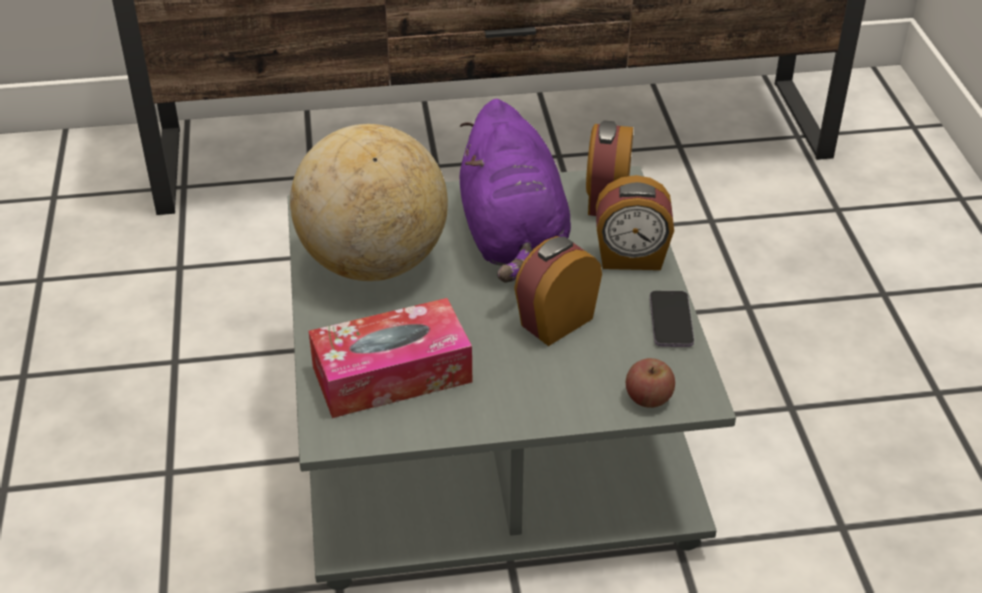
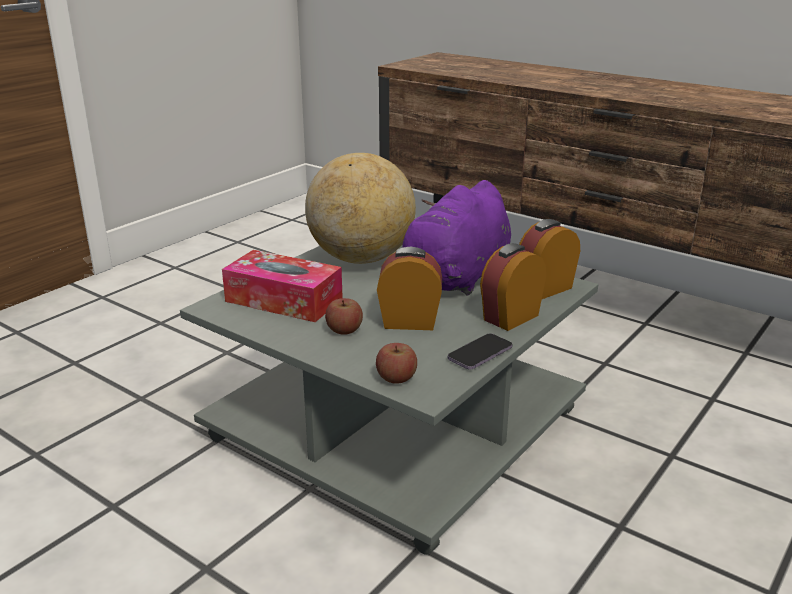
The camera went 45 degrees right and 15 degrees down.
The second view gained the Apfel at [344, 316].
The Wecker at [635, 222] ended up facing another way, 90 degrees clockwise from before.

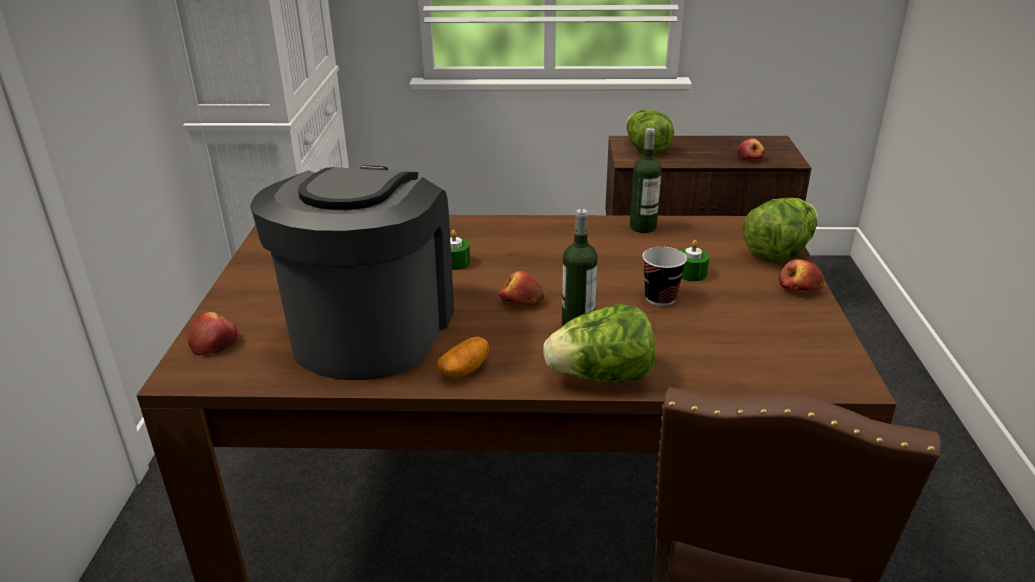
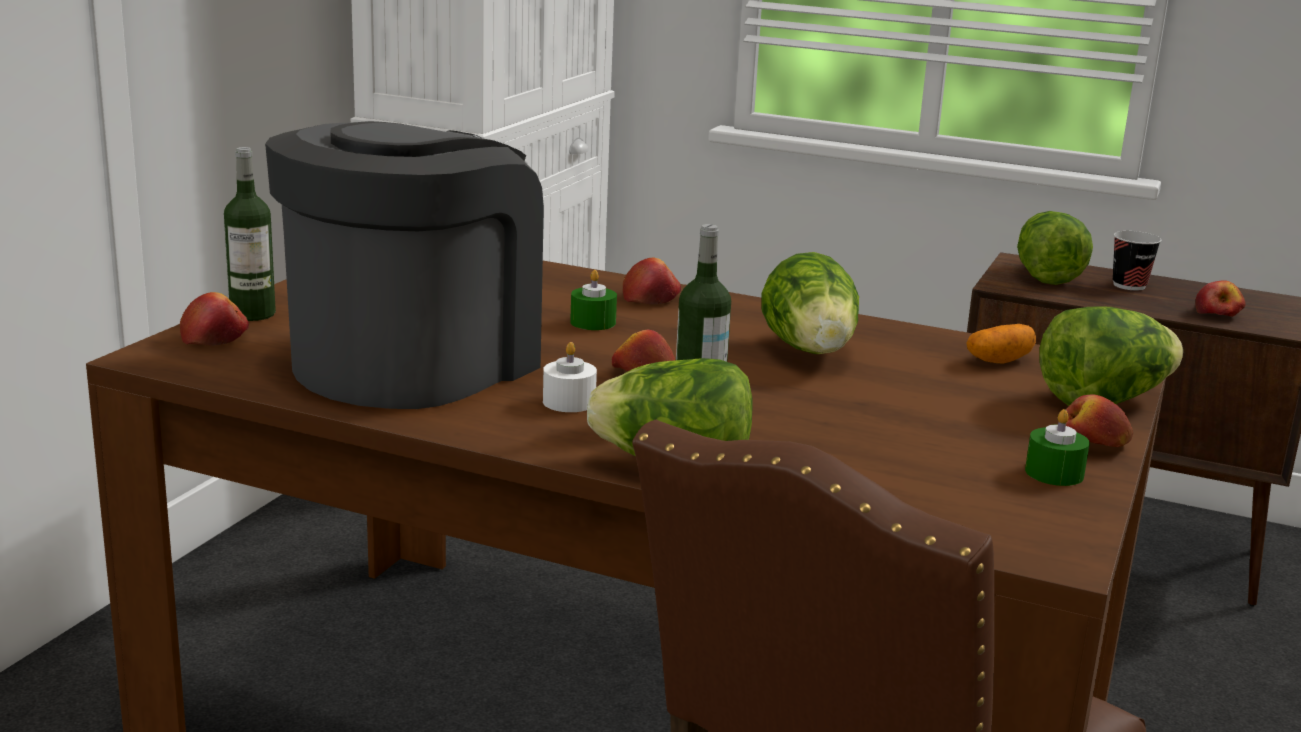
The camera went 20 degrees right and 10 degrees down.
The Flasche ended up elsewhere, having gone from [646, 180] to [250, 234].
The second view gained the Kerze (weiß) at [570, 377].
The second view gained the Apfel at [652, 281].
The second view gained the Salatkopf at [810, 303].
The Kartoffel ended up elsewhere, having gone from [463, 357] to [1001, 343].
The Kerze (grün) ended up elsewhere, having gone from [694, 260] to [1057, 447].
The Tasse ended up elsewhere, having gone from [665, 276] to [1137, 261].

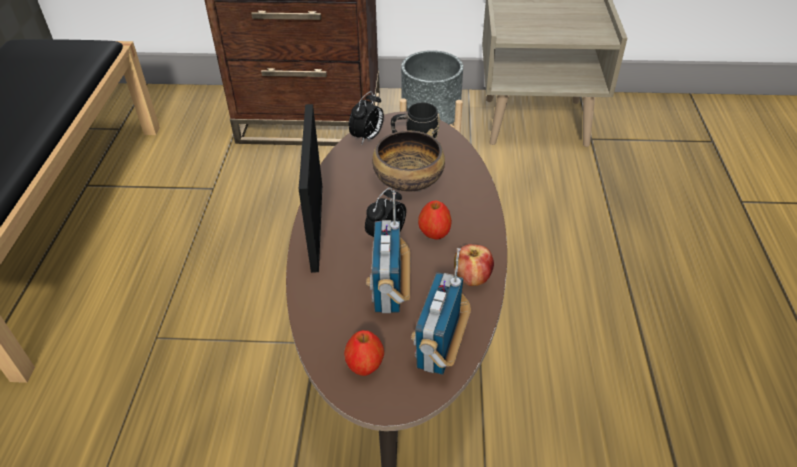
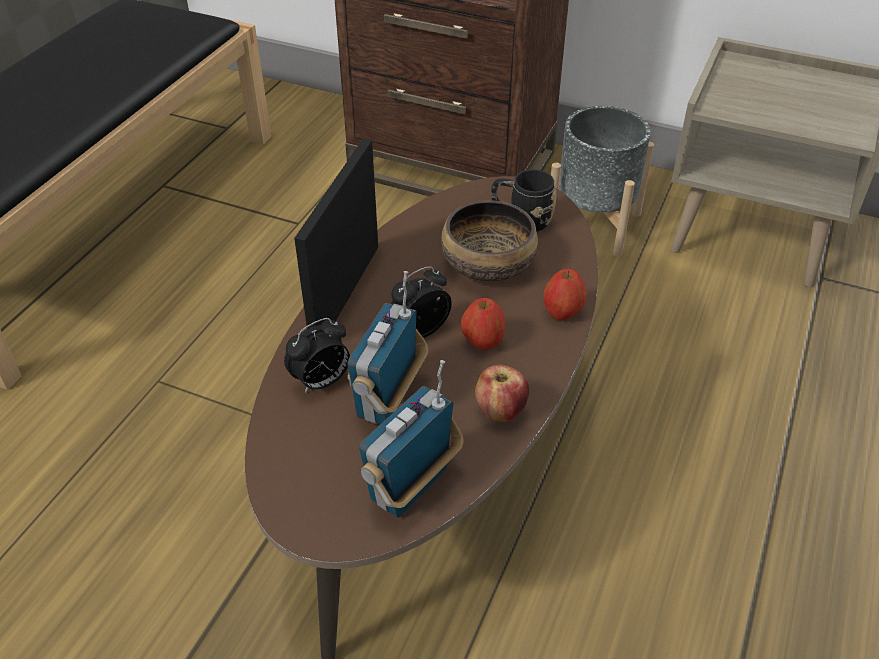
The camera went 20 degrees right and 0 degrees up.
The Wecker ended up elsewhere, having gone from [366, 117] to [317, 355].
The Apfel ended up elsewhere, having gone from [364, 353] to [565, 294].

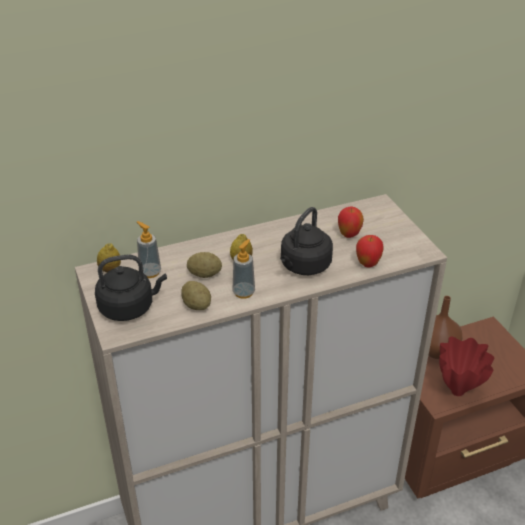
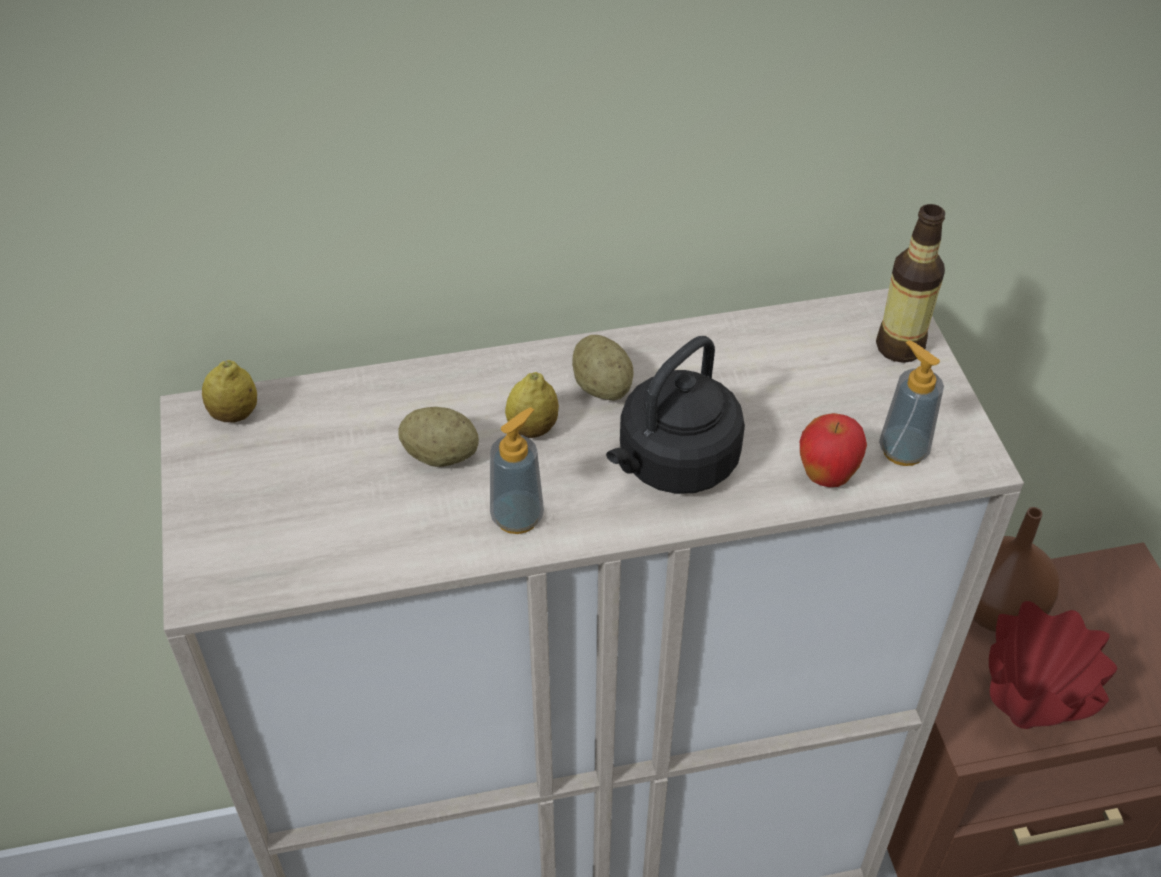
The camera went 10 degrees right and 10 degrees up.
The Kartoffel ended up elsewhere, having gone from [196, 295] to [603, 368].
The second view gained the Flasche at [910, 283].
The Seifenspender ended up elsewhere, having gone from [149, 249] to [911, 403].
The second view lost the Wasserkessel (schwarz) at [131, 287].
The second view lost the Apfel at [351, 222].

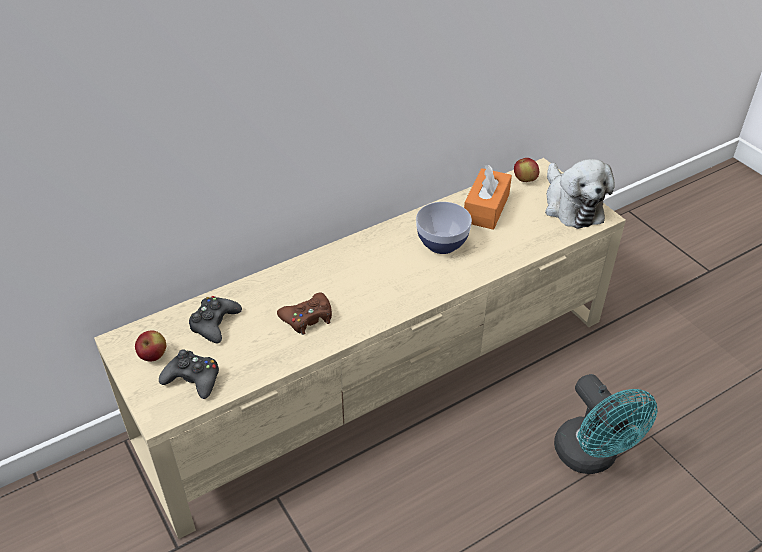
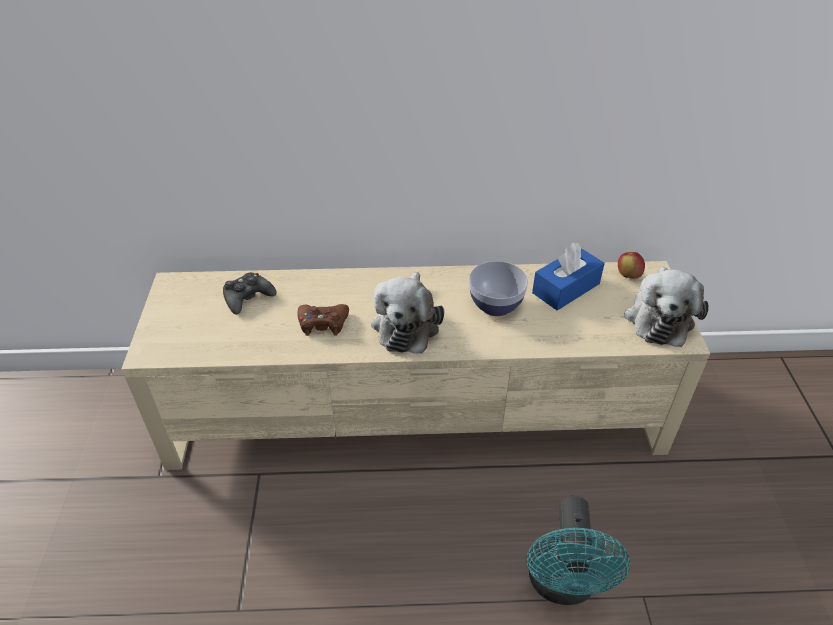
The camera went 30 degrees right and 0 degrees up.
The second view gained the Plüschtier at [407, 313].
What was the Taschentuchbox (orange) at [488, 197] turned into the Taschentuchbox (blau) at [568, 277].
The second view lost the Apfel at [150, 346].
The second view lost the Gamepad (schwarz) at [189, 374].

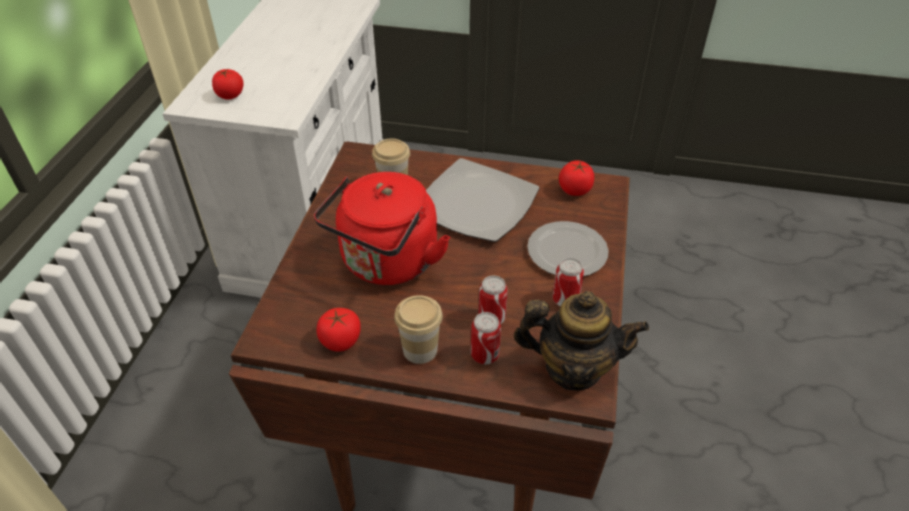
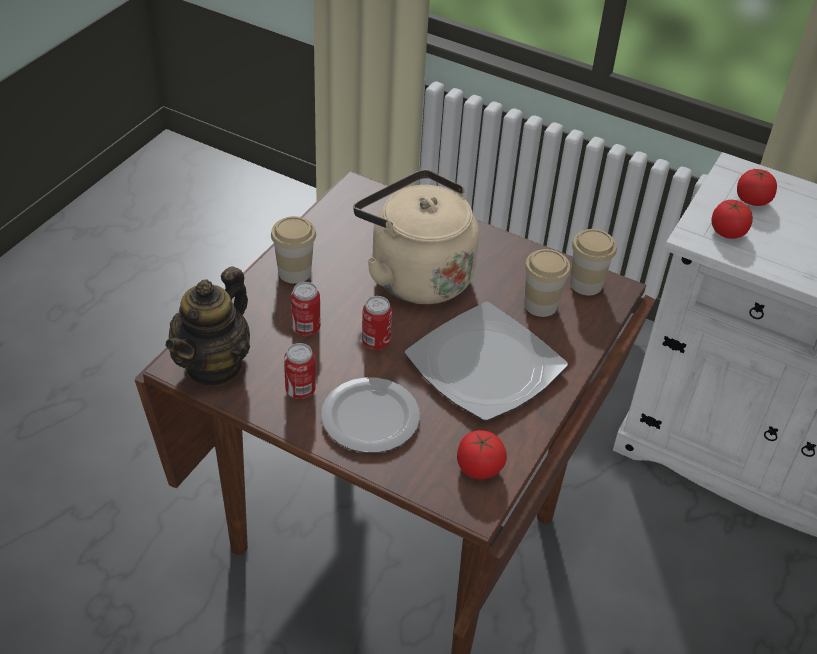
The camera went 105 degrees right and 0 degrees up.
What was the Wasserkessel (rot) at [382, 228] turned into the Wasserkessel (beige) at [416, 237].
The Dose ended up elsewhere, having gone from [486, 338] to [377, 323].
The second view gained the Tasse at [593, 262].
The Tomate ended up elsewhere, having gone from [339, 330] to [732, 219].

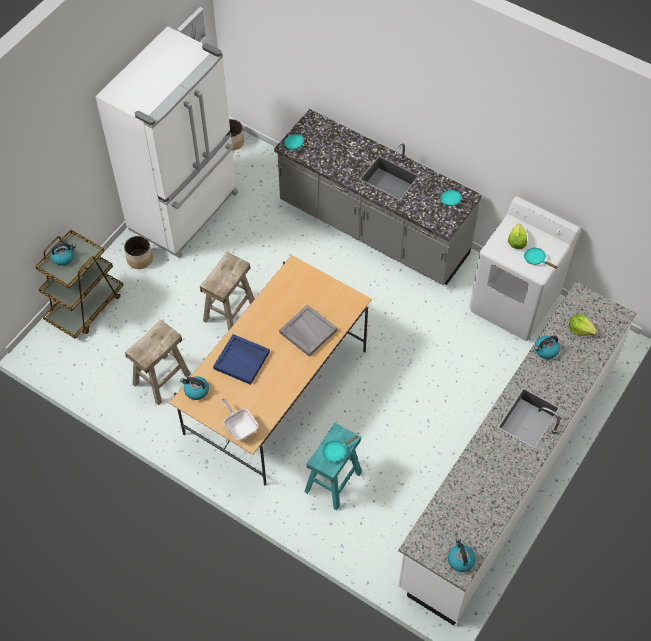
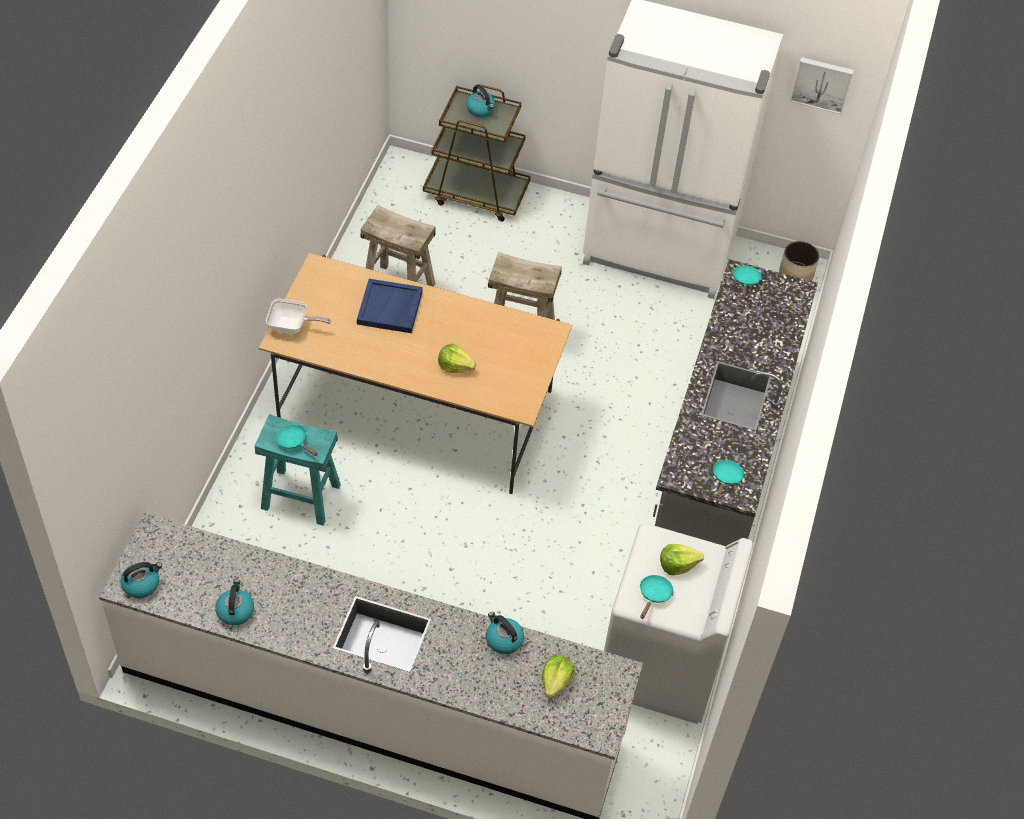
The camera went 70 degrees right and 5 degrees down.
The Wasserkessel ended up elsewhere, having gone from [194, 388] to [234, 602].
The Pfanne at [240, 419] ended up facing another way, 60 degrees clockwise from before.
Where the Tablett (grau) stood at [308, 331], the Salatkopf came to stand at [457, 358].
The second view lost the Pflanzkübel at [138, 252].

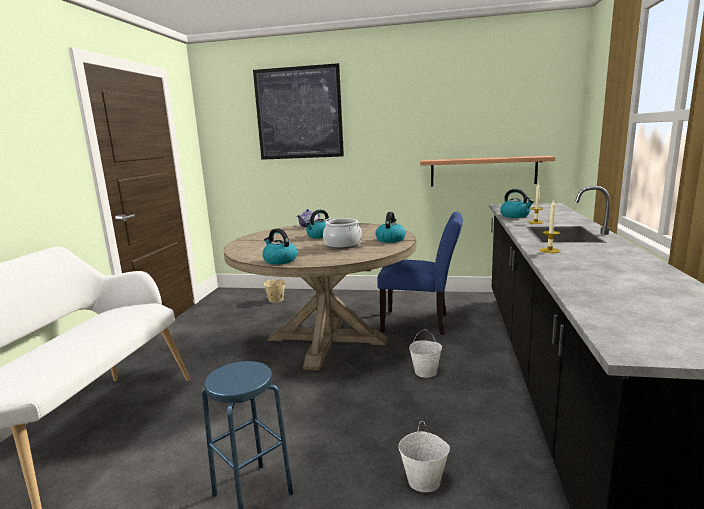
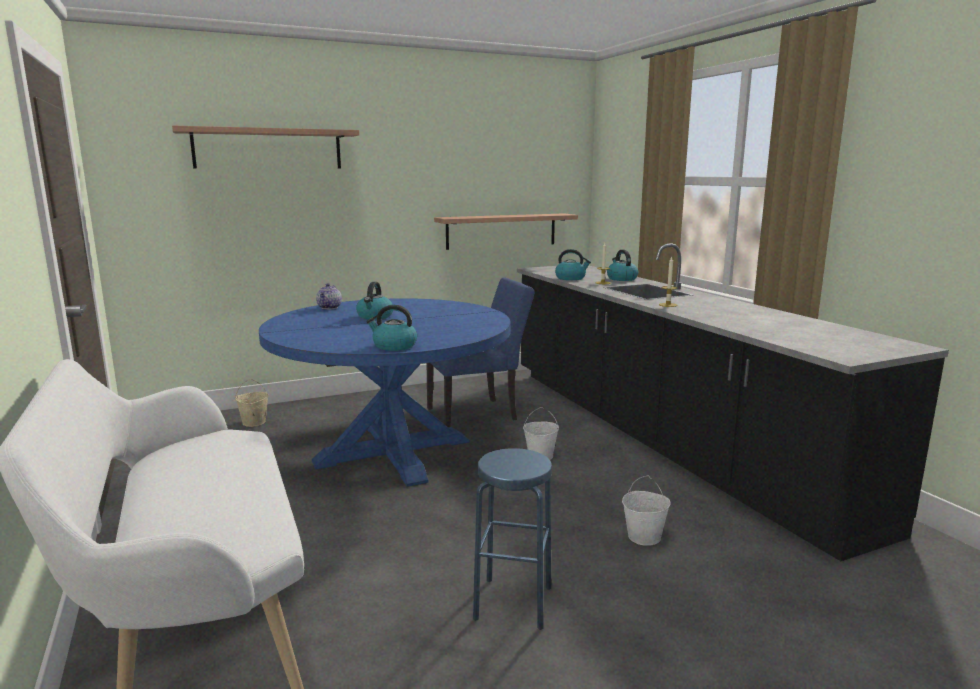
The camera went 35 degrees left and 0 degrees up.
Where the Bild hung at [298, 111], the Wandregal came to hang at [265, 147].
What was the Esstisch (beige) at [320, 296] turned into the Esstisch (blau) at [385, 392].
The Wasserkessel ended up elsewhere, having gone from [391, 227] to [622, 265].
The second view lost the Kochtopf at [342, 233].

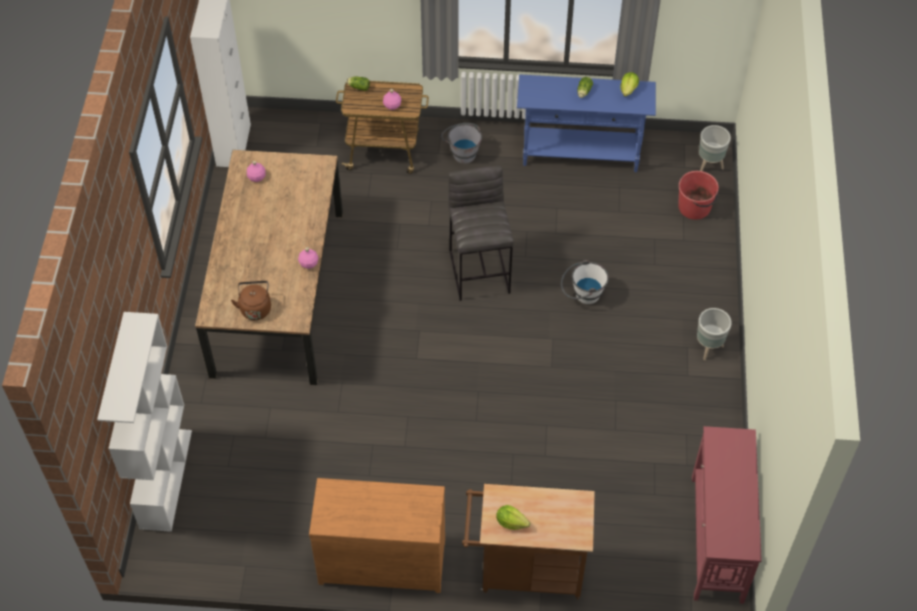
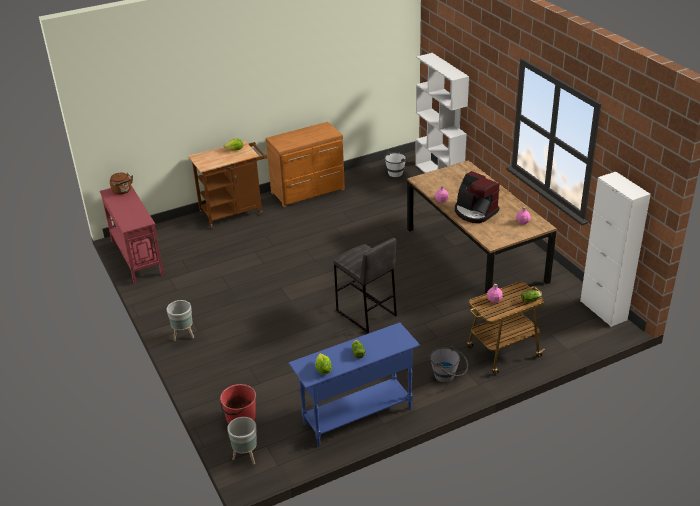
The camera went 150 degrees right and 20 degrees down.
The Wasserkessel (braun) ended up elsewhere, having gone from [251, 300] to [121, 184].
The Eimer (weiß) ended up elsewhere, having gone from [585, 282] to [398, 164].
The second view gained the Kaffeemaschine at [477, 197].

